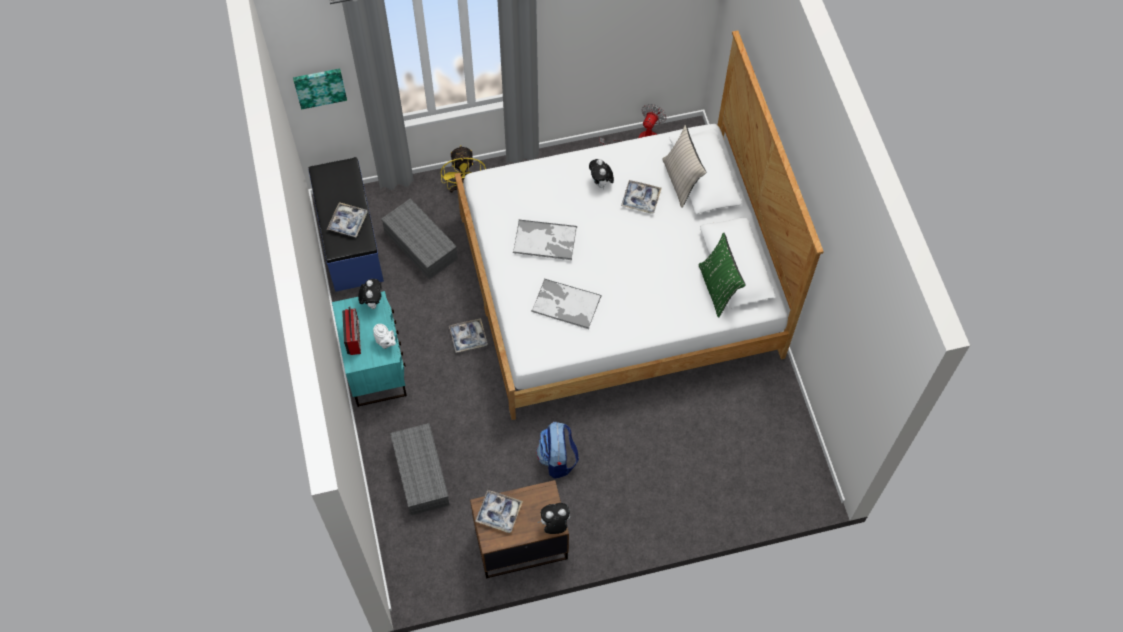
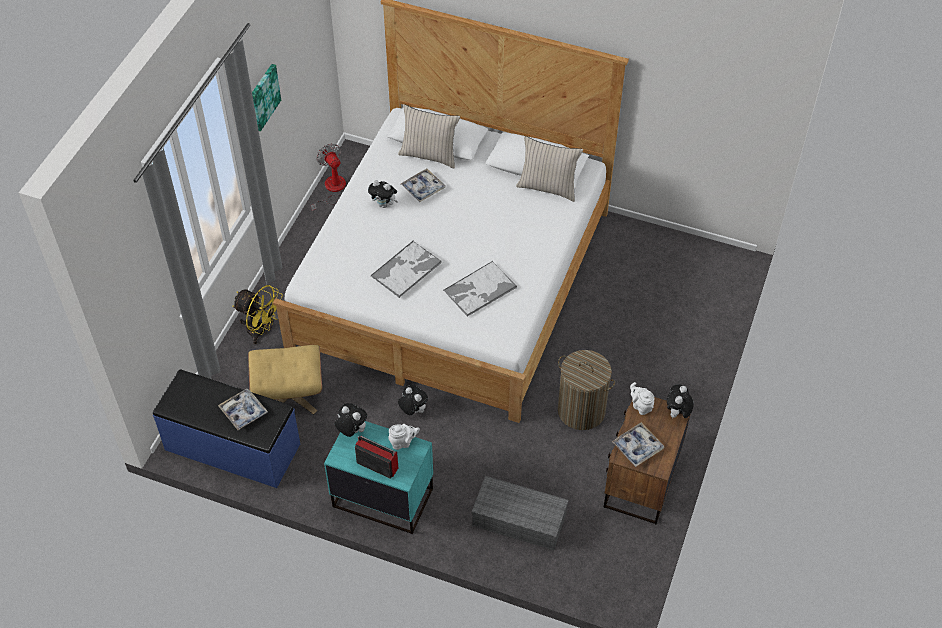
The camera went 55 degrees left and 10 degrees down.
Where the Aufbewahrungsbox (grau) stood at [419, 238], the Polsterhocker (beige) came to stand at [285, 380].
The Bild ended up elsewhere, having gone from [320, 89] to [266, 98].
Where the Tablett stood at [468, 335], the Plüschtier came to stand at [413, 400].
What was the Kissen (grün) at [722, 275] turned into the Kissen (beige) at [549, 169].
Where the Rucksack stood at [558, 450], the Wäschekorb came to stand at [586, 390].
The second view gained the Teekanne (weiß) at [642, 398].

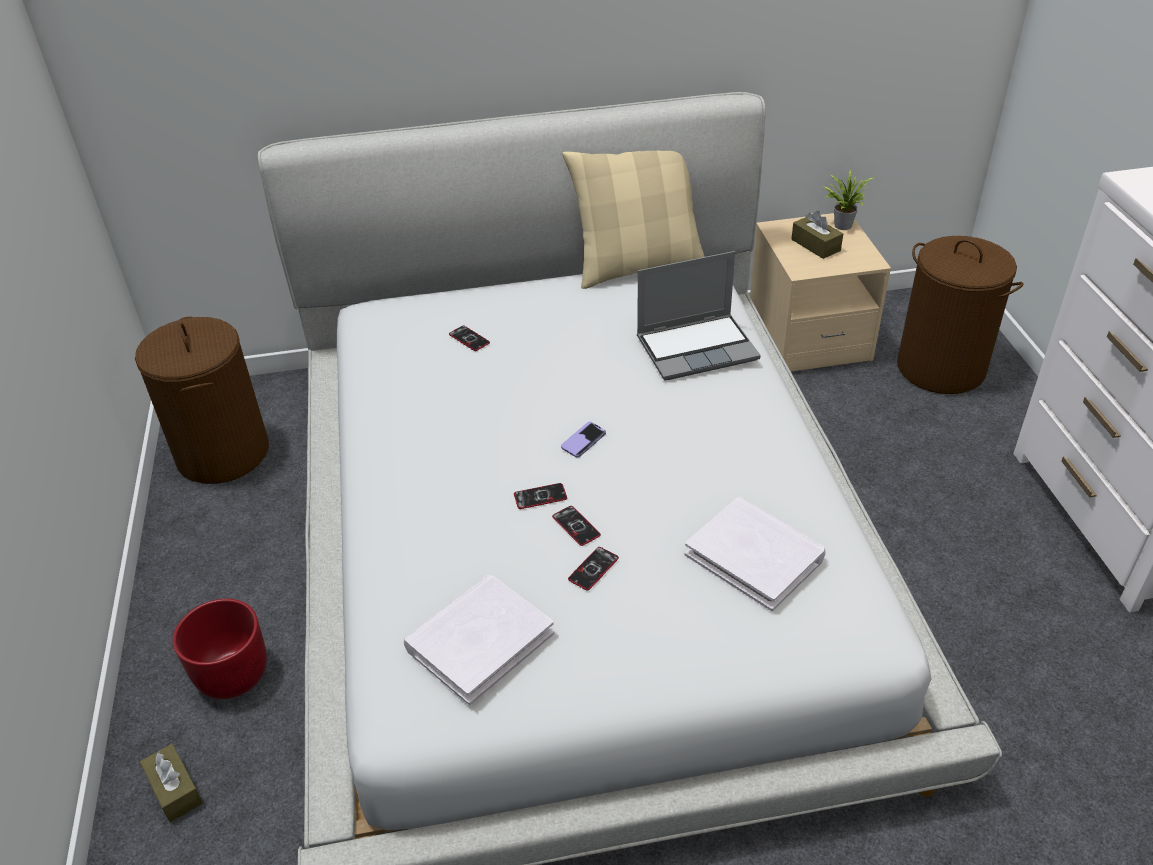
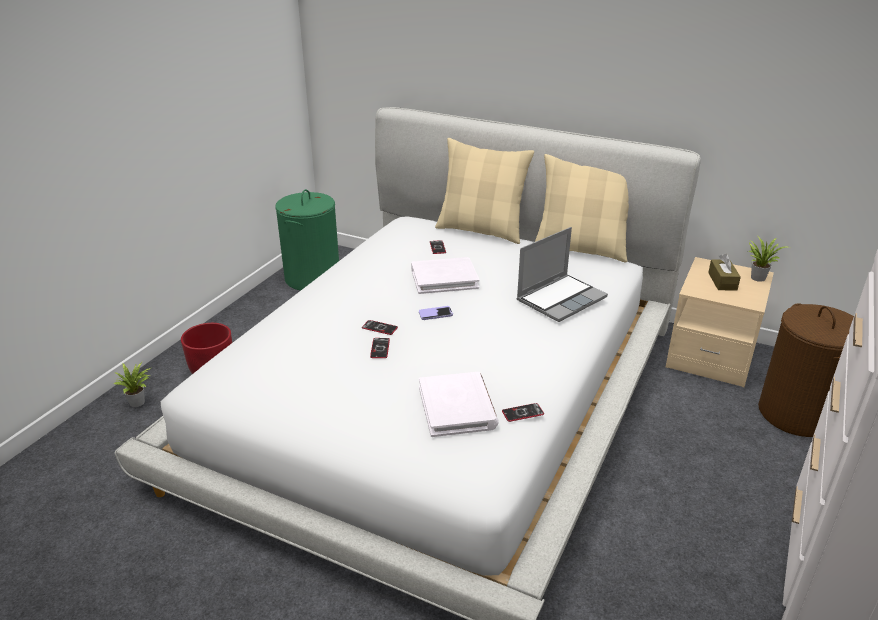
The camera went 35 degrees right and 10 degrees down.
Where the Taschentuchbox (braun) stood at [171, 783], the Topfpflanze came to stand at [132, 384].
What was the Wäschekorb (braun) at [202, 400] turned into the Wäschekorb (grün) at [307, 240].
The Buch (weiß) ended up elsewhere, having gone from [479, 640] to [445, 275].
The second view gained the Kissen (beige) at [484, 191].
The Handy ended up elsewhere, having gone from [593, 568] to [523, 412].
The Laptop at [699, 316] ended up facing another way, 60 degrees counterclockwise from before.

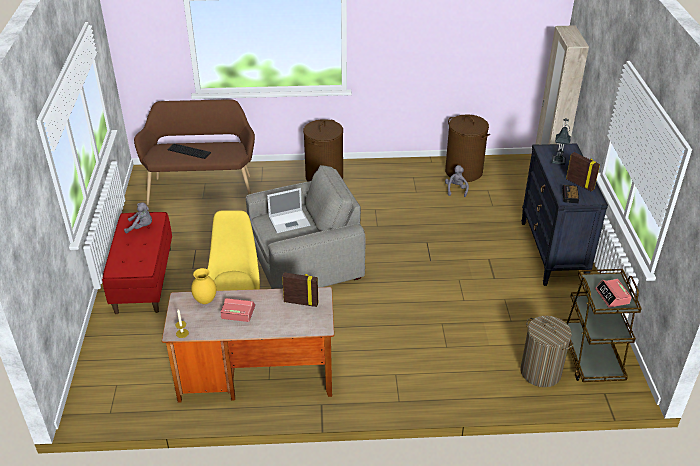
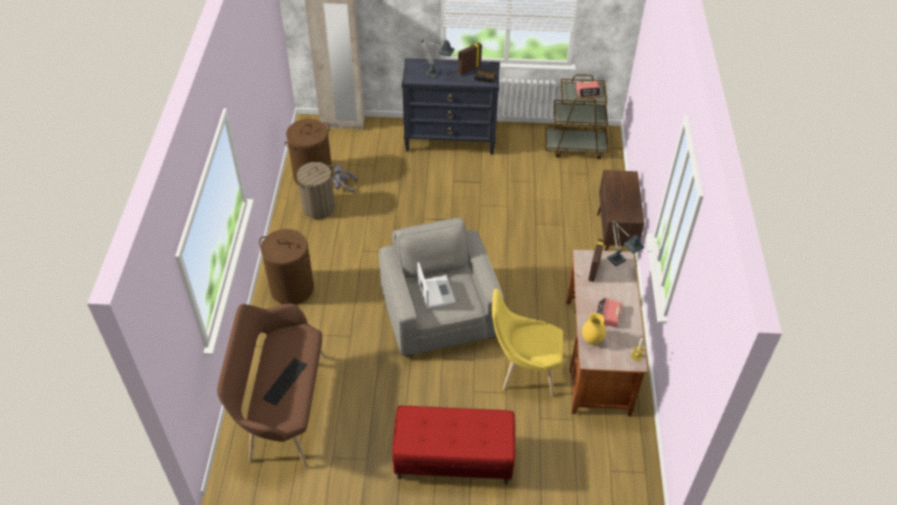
The camera went 85 degrees left and 10 degrees up.
The Wäschekorb ended up elsewhere, having gone from [547, 351] to [315, 190].
The second view gained the Schrank (braun) at [620, 210].
The second view gained the Tischlampe at [626, 243].
The second view lost the Plüschtier (grau) at [138, 217].

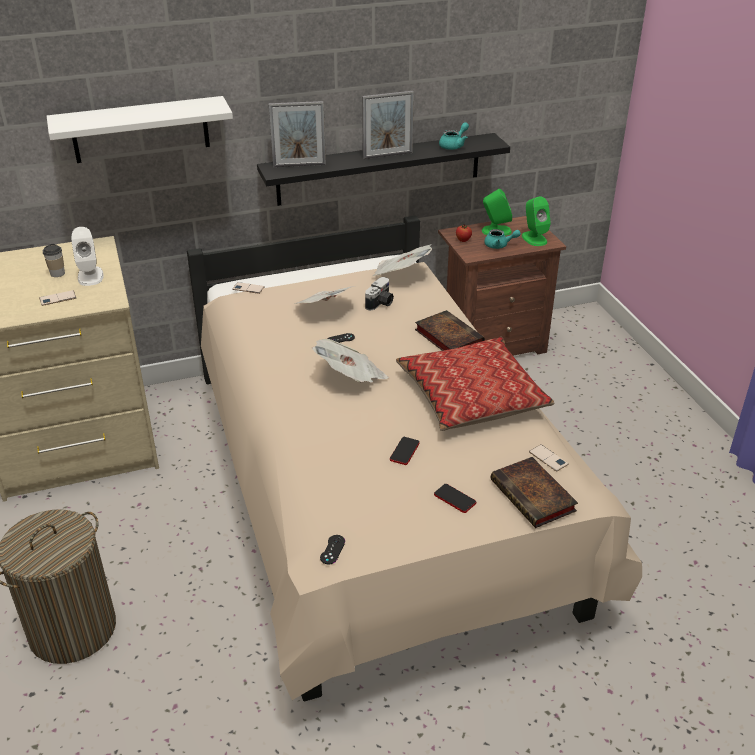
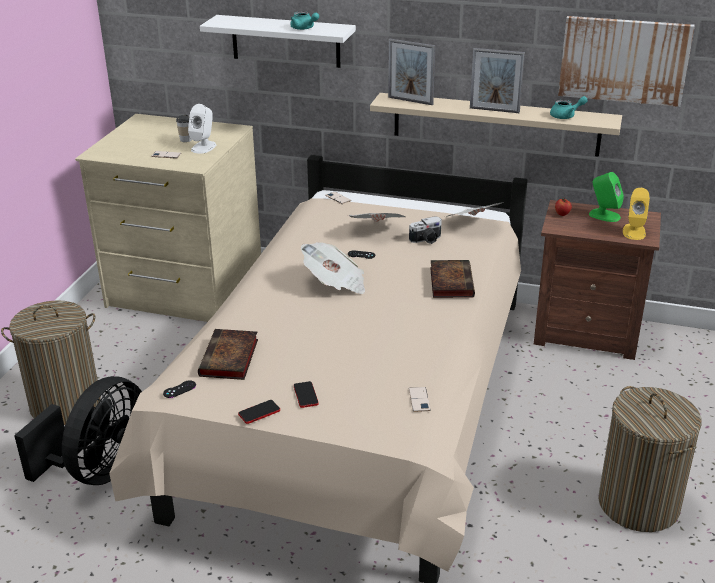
The camera went 35 degrees right and 5 degrees down.
The second view gained the Ventilator (schwarz) at [78, 430].
The Buch ended up elsewhere, having gone from [534, 492] to [228, 354].
The Handy ended up elsewhere, having gone from [405, 451] to [259, 412].
The Teekanne (türkis) ended up elsewhere, having gone from [502, 239] to [304, 20].
What was the Wandregal (schwarz) at [383, 169] turned into the Wandregal (beige) at [496, 125].
The second view gained the Bild at [626, 61].
The second view gained the Wäschekorb at [650, 459].
What was the Lautsprecher (grün) at [536, 221] turned into the Lautsprecher (gelb) at [636, 214].
The second view lost the Kissen at [475, 384].

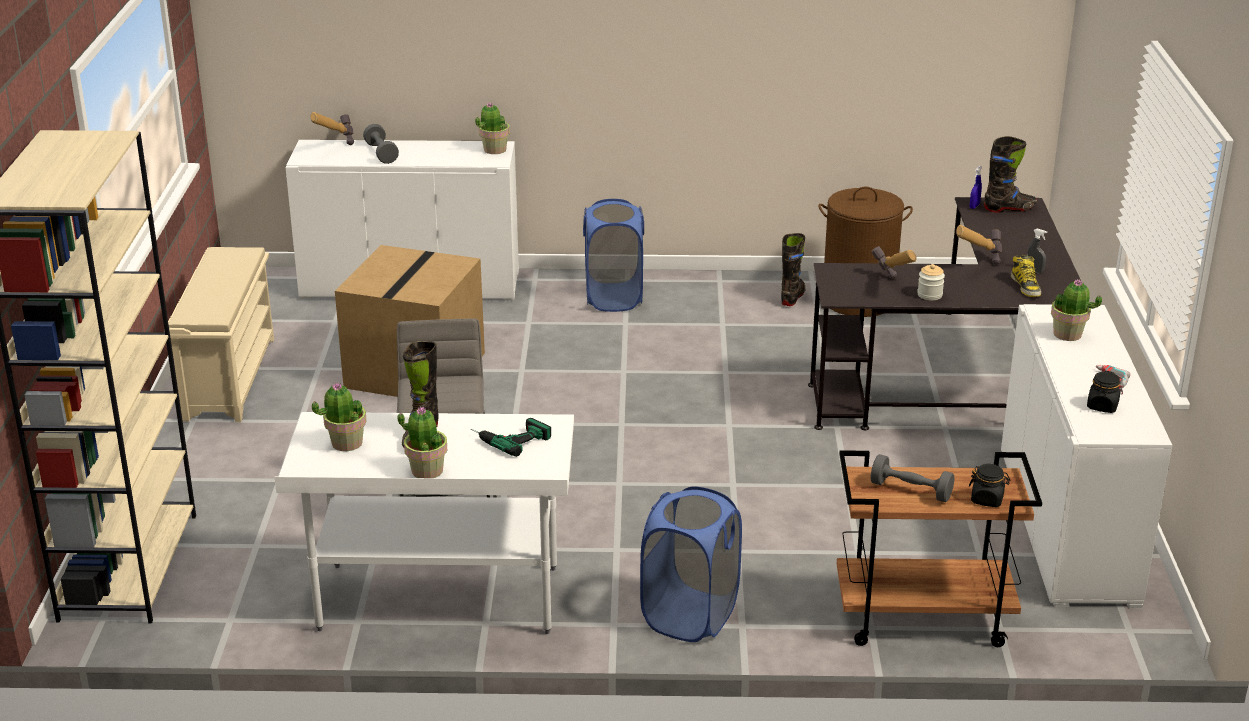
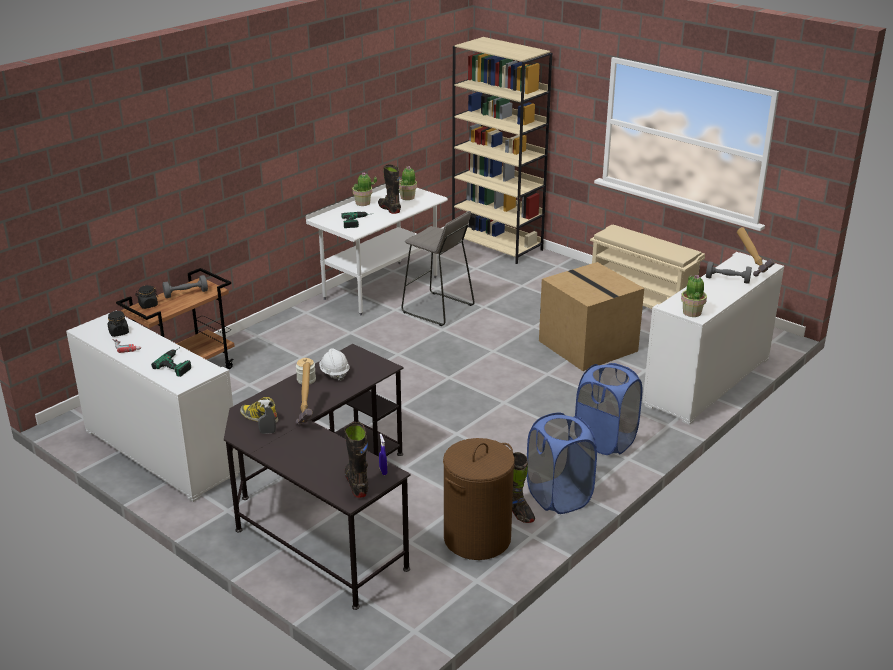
The camera went 130 degrees right and 0 degrees up.
Where the Topfpflanze stood at [1076, 310], the Bohrmaschine came to stand at [171, 362].
Where the Hammer stood at [894, 262], the Schutzhelm (weiß) came to stand at [334, 364].
The Stiefel (schwarz) at [1010, 174] ended up facing another way, 135 degrees clockwise from before.
The Wäschekorb (blau) ended up elsewhere, having gone from [691, 564] to [562, 463].

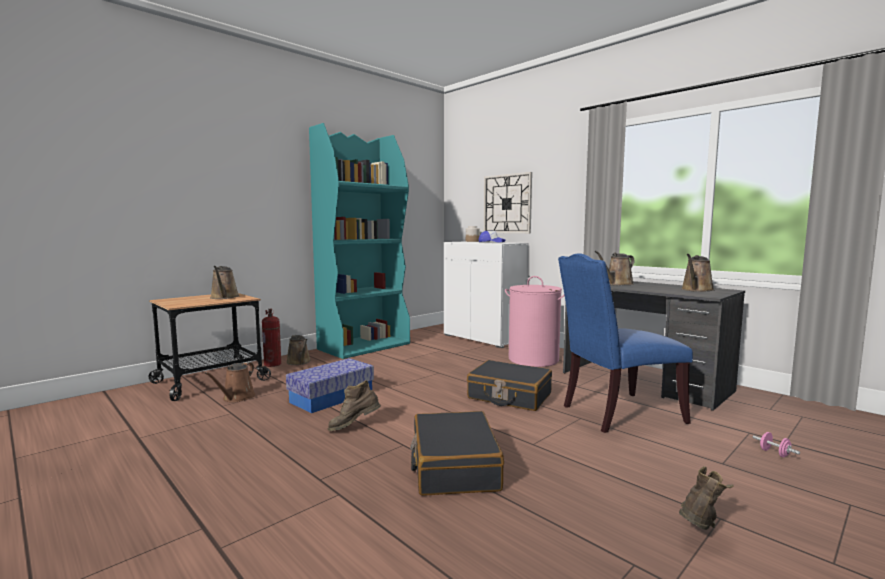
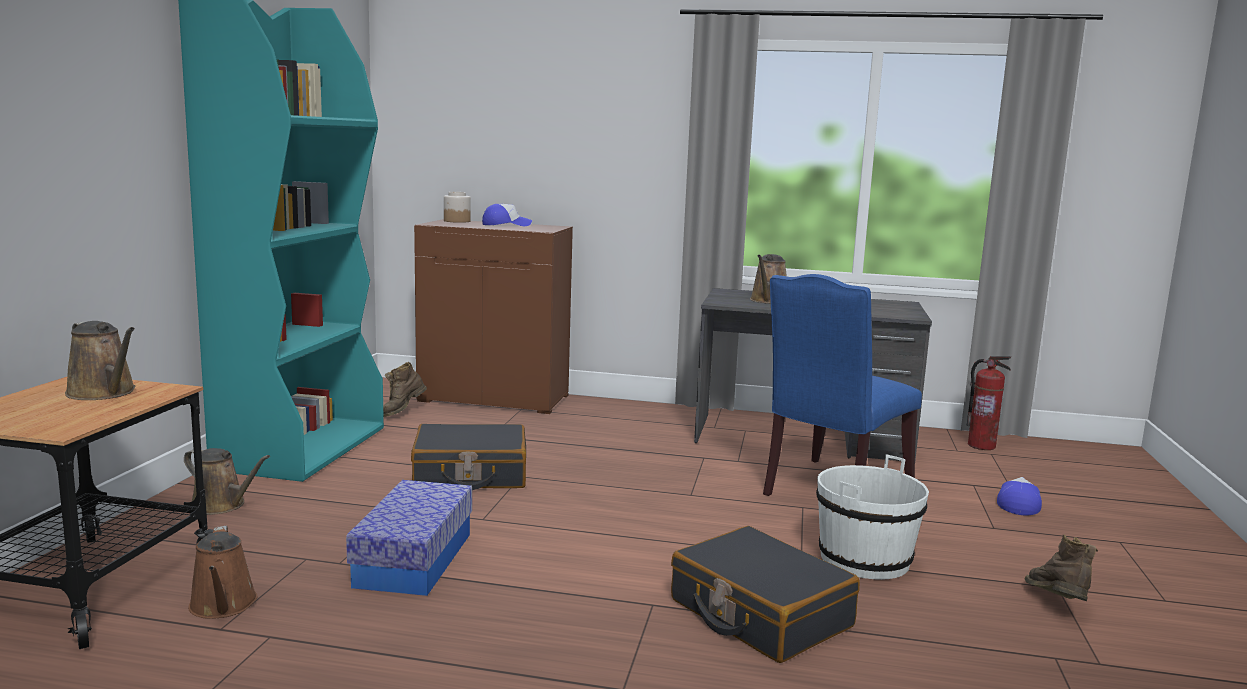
The camera went 35 degrees left and 5 degrees up.
The Stiefel (braun) ended up elsewhere, having gone from [354, 405] to [405, 389].
The Koffer (schwarz) ended up elsewhere, having gone from [509, 385] to [468, 457].
What was the Schrank (weiß) at [486, 294] turned into the Schrank (braun) at [493, 316].
The second view gained the Eimer (weiß) at [872, 517].
The Feuerlöscher ended up elsewhere, having gone from [271, 338] to [989, 403].
Where the Hantel (rosa) stood at [776, 444], the Kappe came to stand at [1019, 496].
The second view lost the Wanduhr at [508, 202].
The second view lost the Wäschekorb (rosa) at [535, 321].
The second view lost the Gießkanne (braun) at [697, 273].

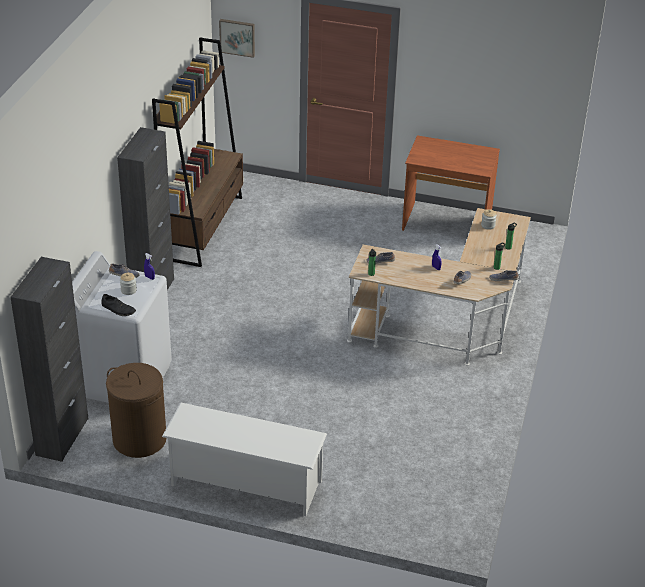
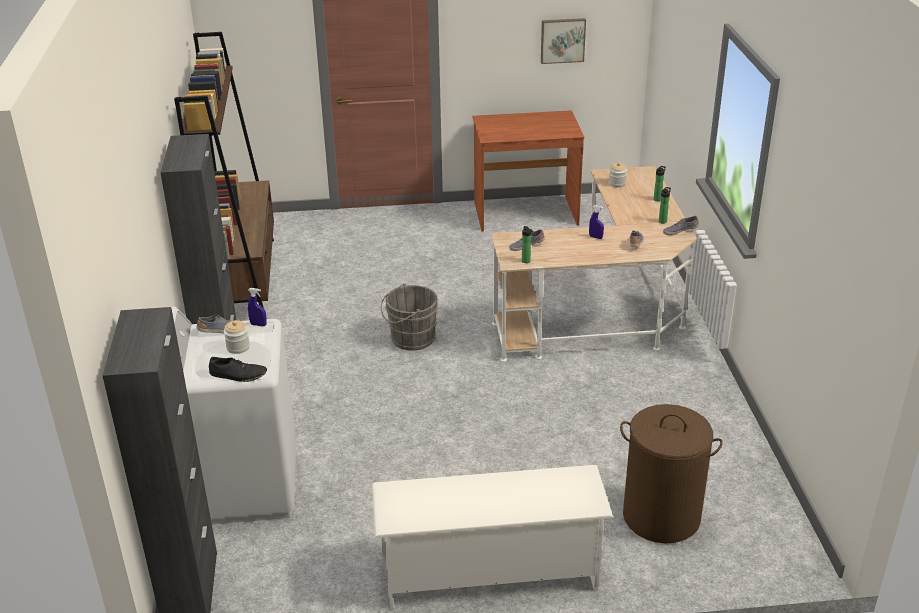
The camera went 20 degrees left and 5 degrees down.
The second view gained the Eimer (grau) at [409, 317].
The Bild ended up elsewhere, having gone from [237, 38] to [563, 41].
The Wäschekorb (braun) ended up elsewhere, having gone from [136, 410] to [671, 474].

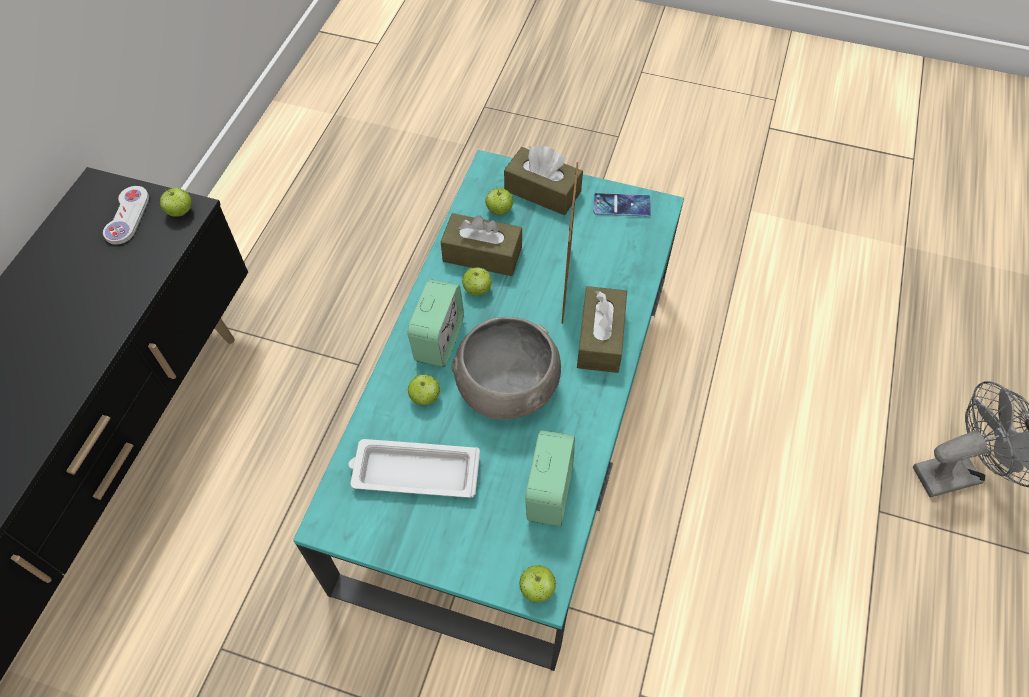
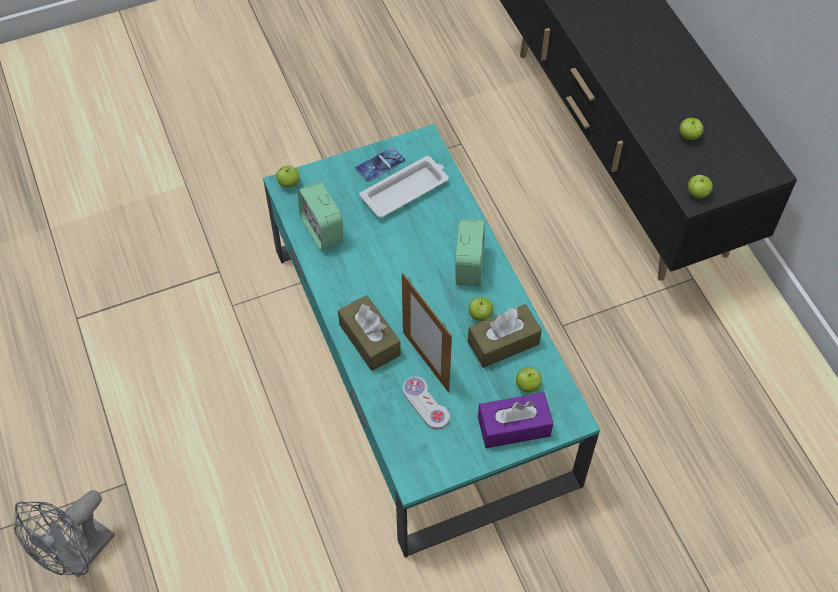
The camera went 140 degrees right and 0 degrees up.
The Handy ended up elsewhere, having gone from [622, 205] to [380, 164].
The Gamepad (weiß) ended up elsewhere, having gone from [126, 215] to [426, 403].
The Wecker at [436, 323] ended up facing another way, 150 degrees counterclockwise from before.
What was the Taschentuchbox (braun) at [543, 180] turned into the Taschentuchbox (lila) at [515, 420].
The Apfel ended up elsewhere, having gone from [424, 389] to [691, 128].
The second view lost the Schüssel (grau) at [506, 368].

